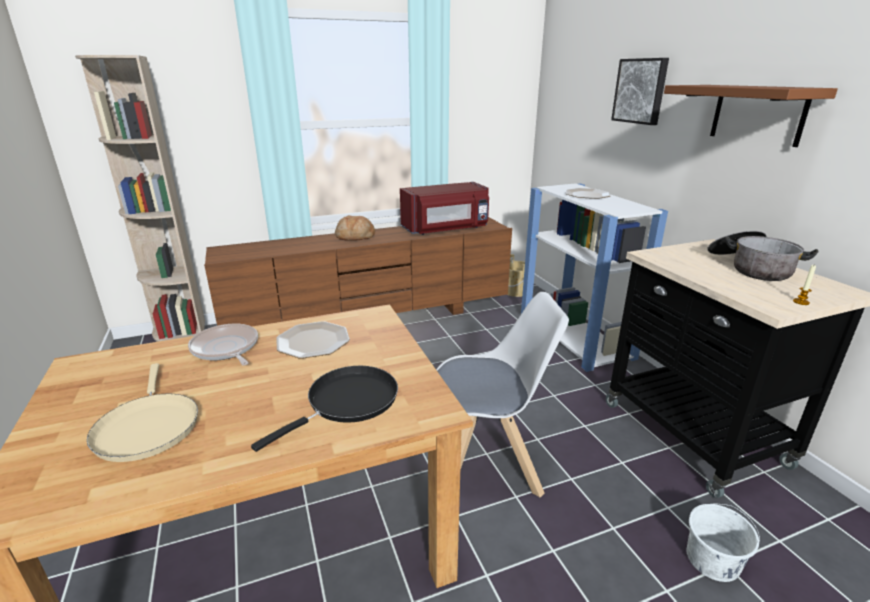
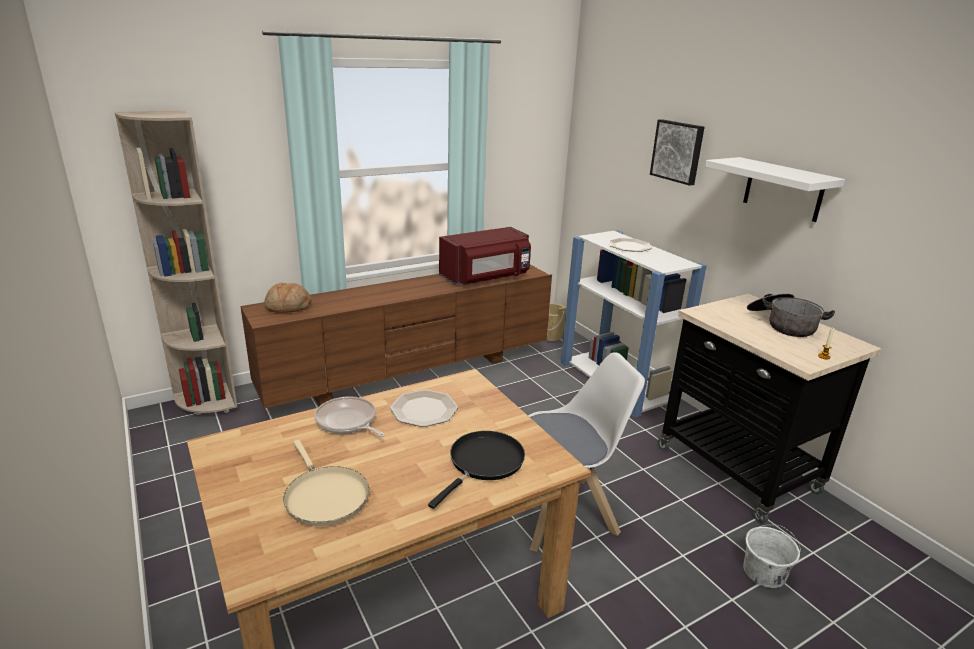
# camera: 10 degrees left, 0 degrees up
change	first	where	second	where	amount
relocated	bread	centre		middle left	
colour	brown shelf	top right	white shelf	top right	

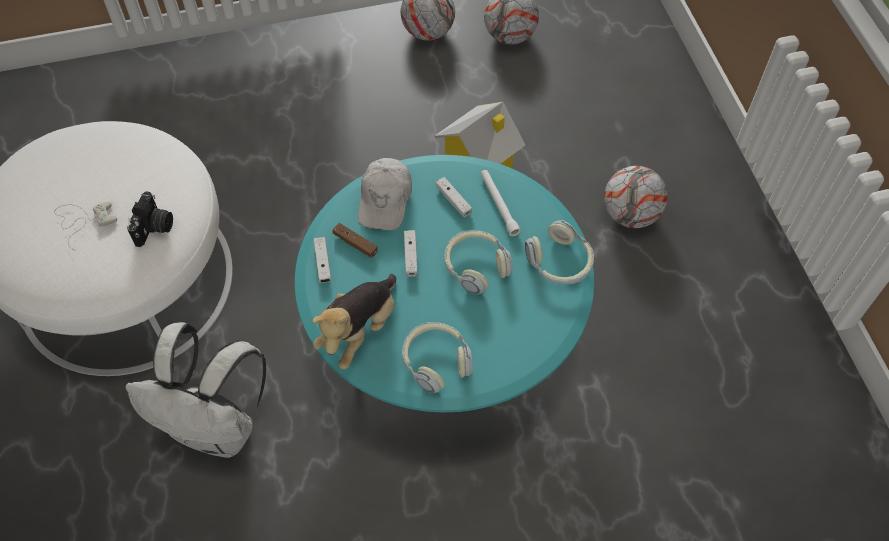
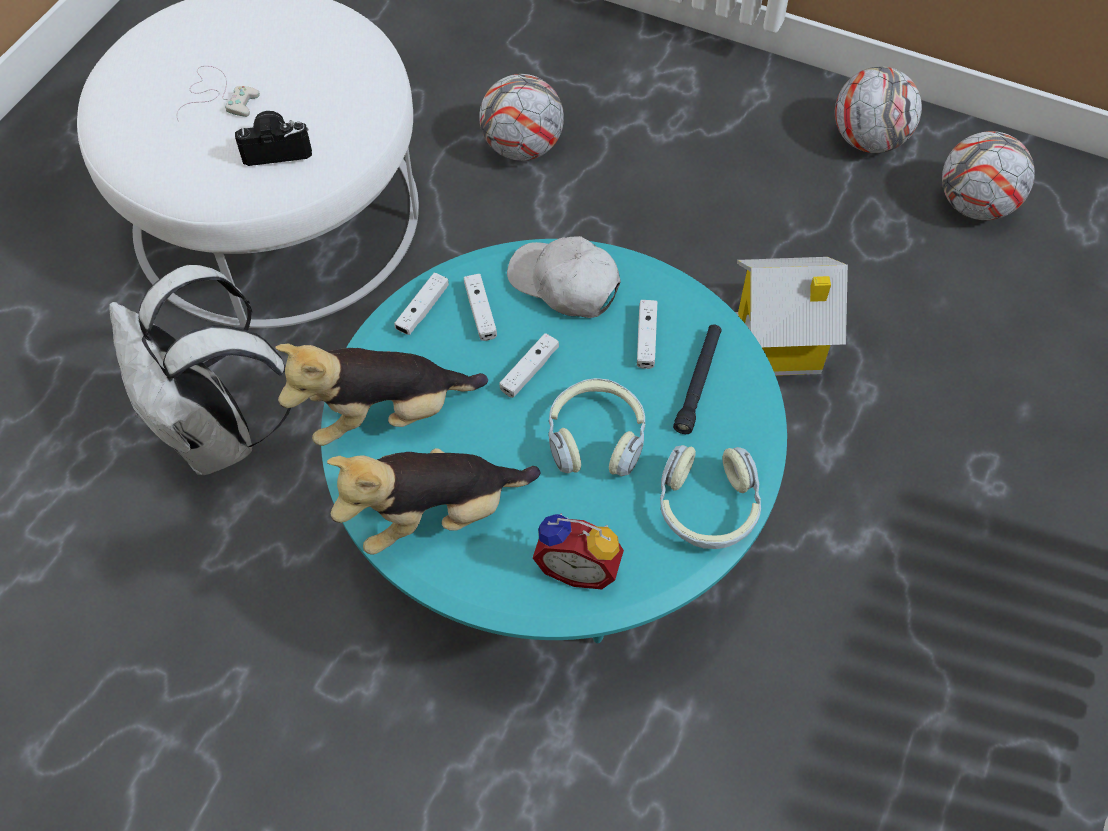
# camera: 40 degrees right, 0 degrees up
change	first	where	second	where	amount
spun	photo camera	middle left		top left	150 degrees counterclockwise
exchanged	headphones (no. 1 from left)	centre	plush toy (no. 2 from left)	centre	
colour	brown game controller	centre	white game controller (no. 3 from left)	centre	
relocated	football (no. 3 from left in the first image)	middle right	football (no. 1 from left)	top centre	
spun	white cap	centre		centre	75 degrees clockwise
appeared			alarm clock	centre	
colour	white flashlight	centre	black flashlight	centre	

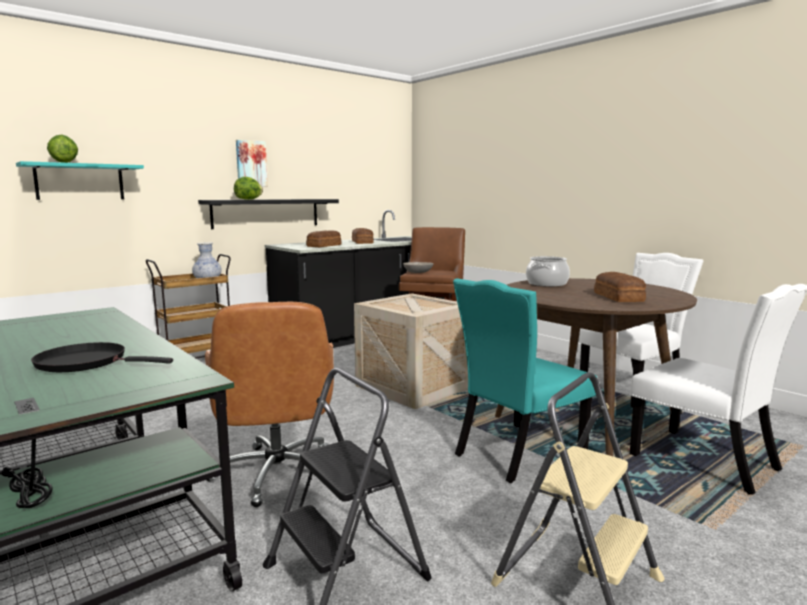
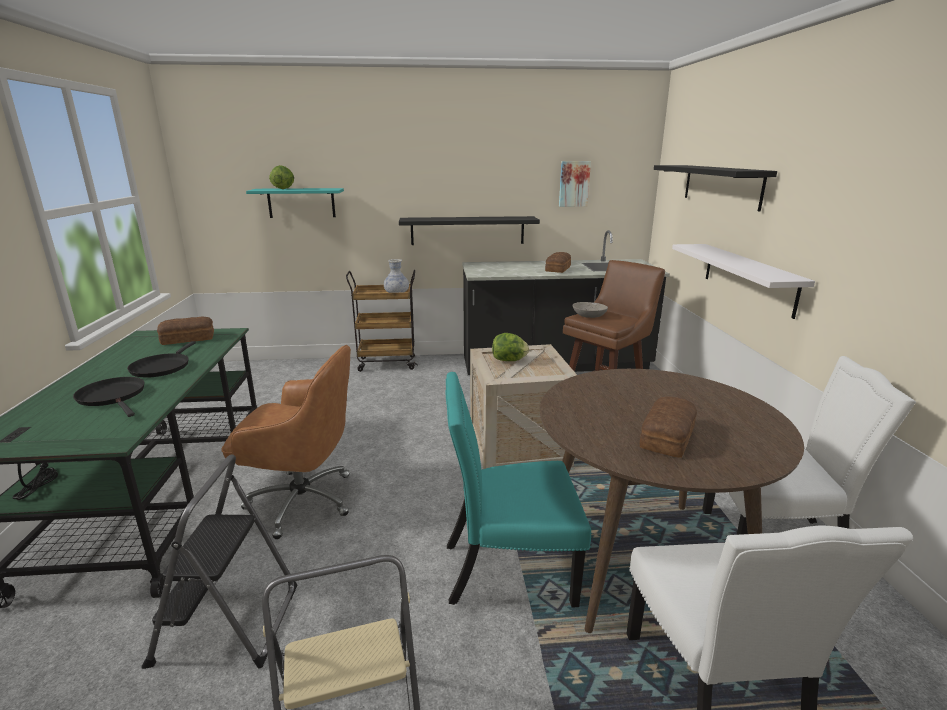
# camera: 35 degrees right, 10 degrees up
change	first	where	second	where	amount
appeared			black frying pan (no. 2 from left)	middle left	
relocated	bread (no. 1 from left)	centre		middle left	
spun	brown office chair	bottom centre		middle left	105 degrees counterclockwise
relocated	lettuce (no. 2 from left)	top left		centre	
relocated	picture	top left		top centre	
appeared			black shelf (no. 2 from left)	top right	
appeared			white shelf	middle right	
missing	cooking pot	middle right			

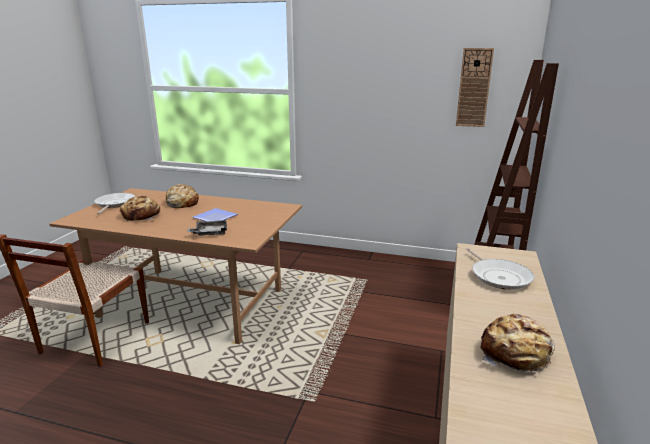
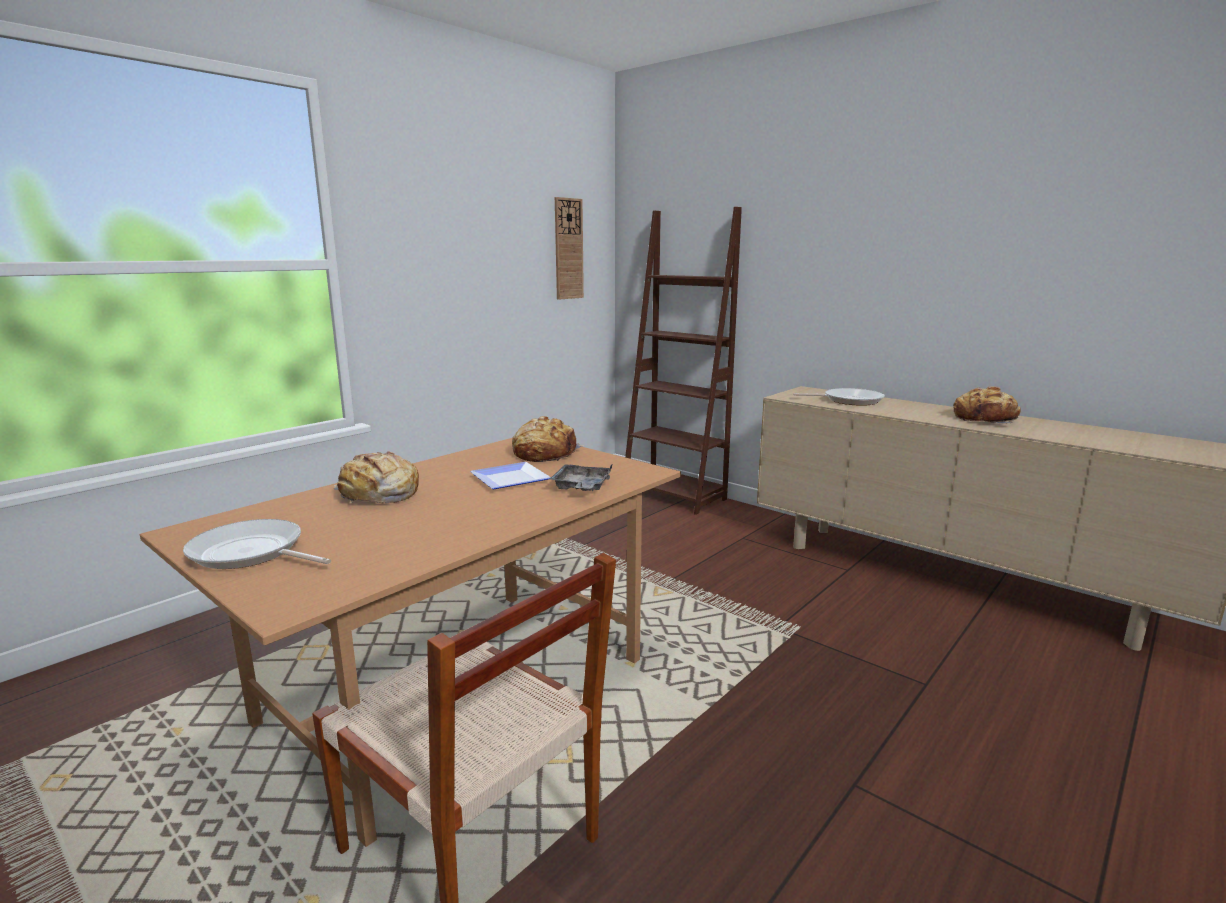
# camera: 65 degrees left, 5 degrees down
change	first	where	second	where	amount
relocated	bread (no. 1 from left in the first image)	middle left	bread (no. 2 from left)	centre	

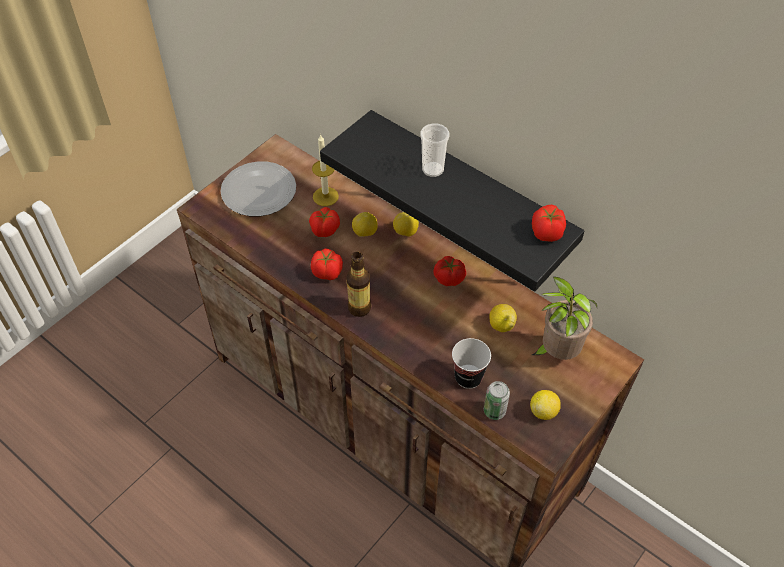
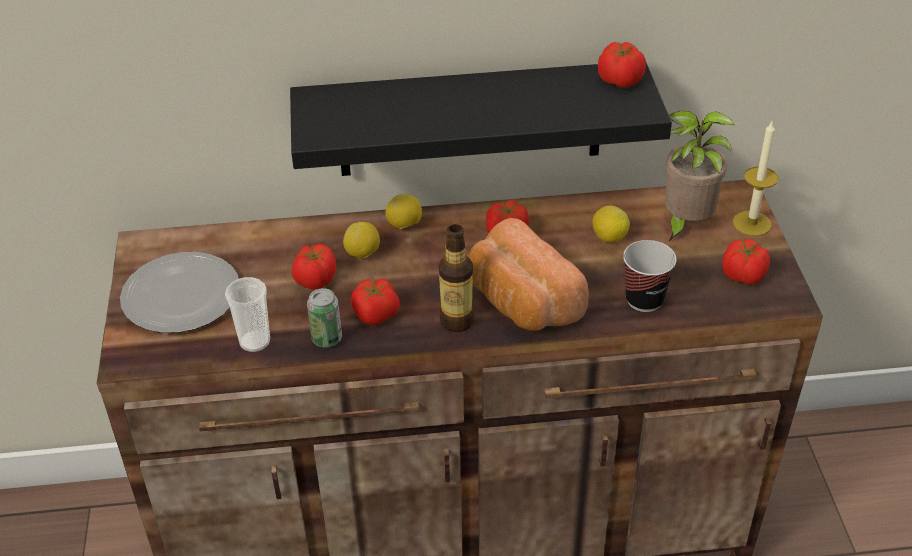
# camera: 45 degrees left, 10 degrees down
change	first	where	second	where	amount
relocated	cup (no. 1 from left)	top centre		middle left	
relocated	can	bottom centre		centre	
appeared			bread	centre	
exchanged	lemon (no. 4 from left)	bottom right	tomato (no. 5 from left)	middle right	
relocated	candle	top centre		top right	

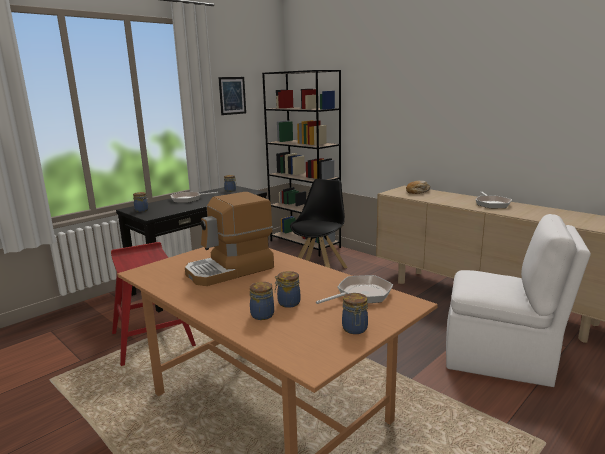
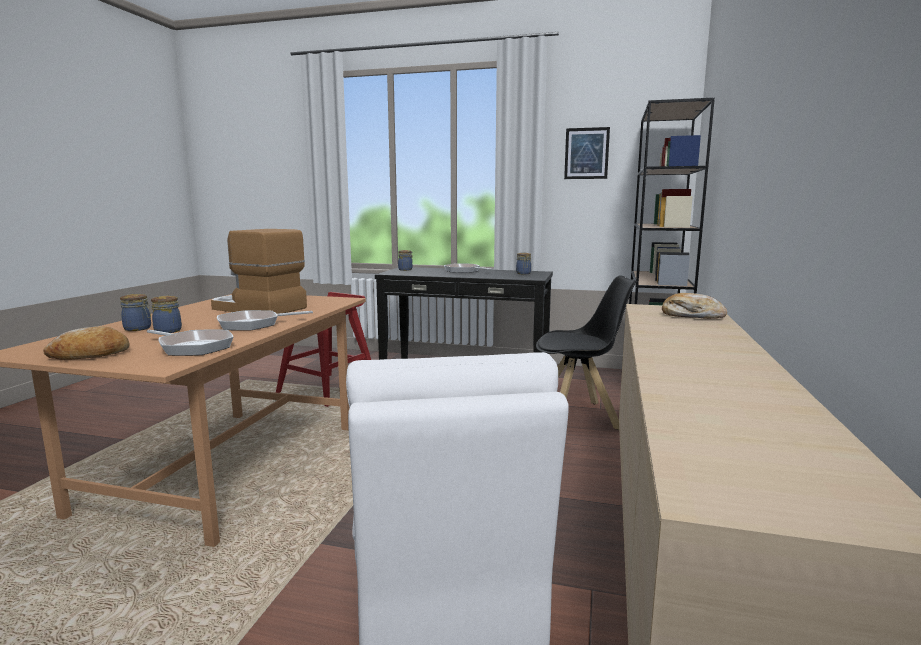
# camera: 60 degrees right, 5 degrees down
change	first	where	second	where	amount
exchanged	jar (no. 5 from left)	bottom centre	bread (no. 1 from left)	middle left	
relocated	frying pan (no. 3 from left in the first image)	middle right	frying pan (no. 2 from left)	middle left	

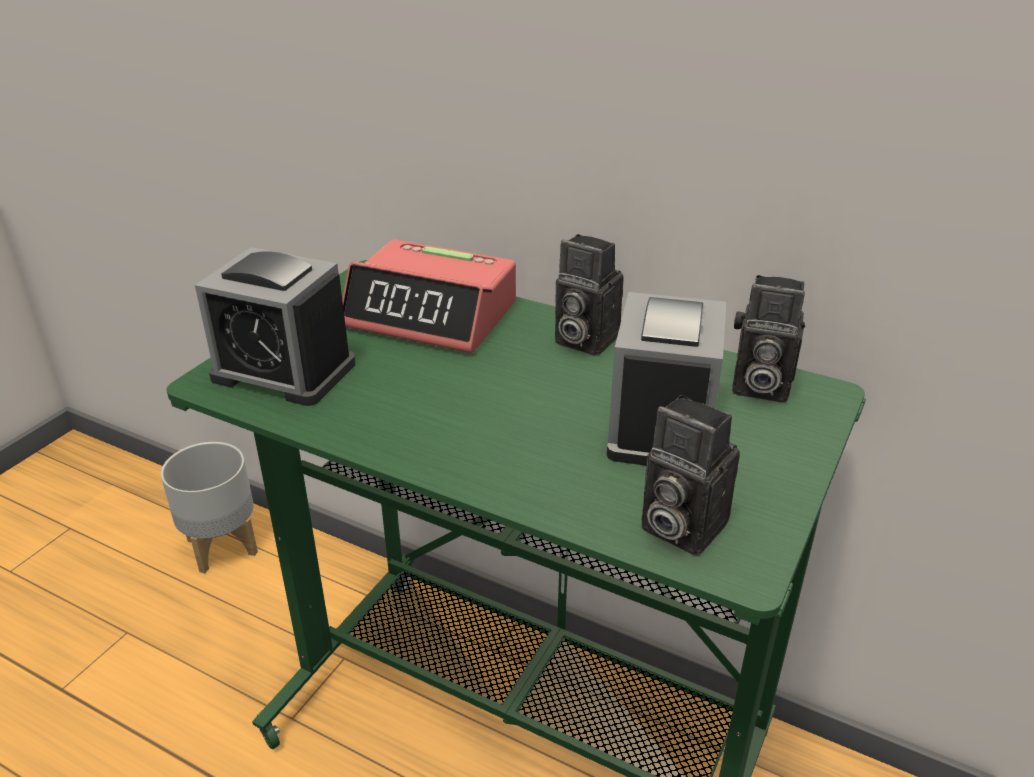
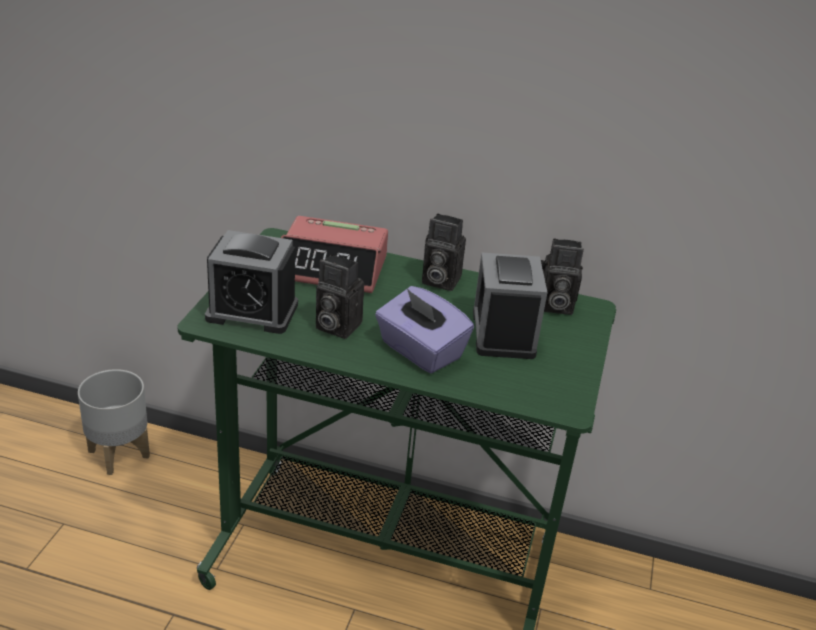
# camera: 15 degrees left, 0 degrees up
change	first	where	second	where	amount
relocated	photo camera (no. 2 from left in the first image)	middle right	photo camera (no. 1 from left)	centre	
appeared			purple tissue box	centre	

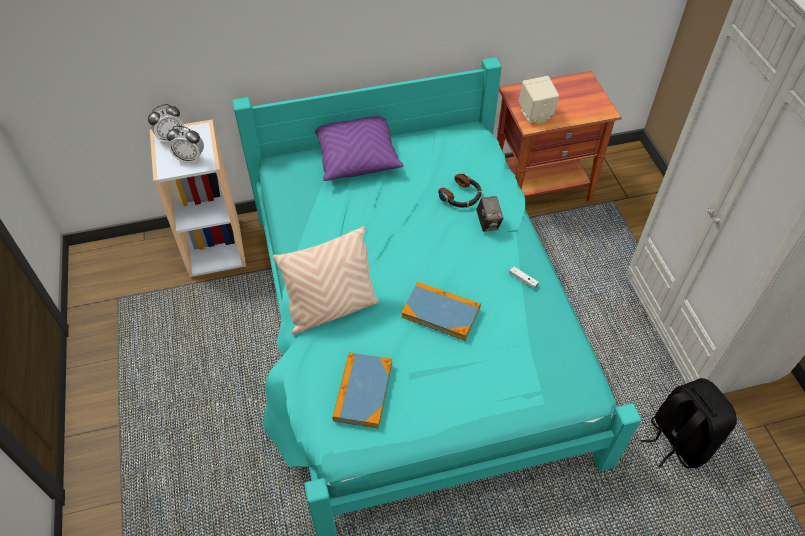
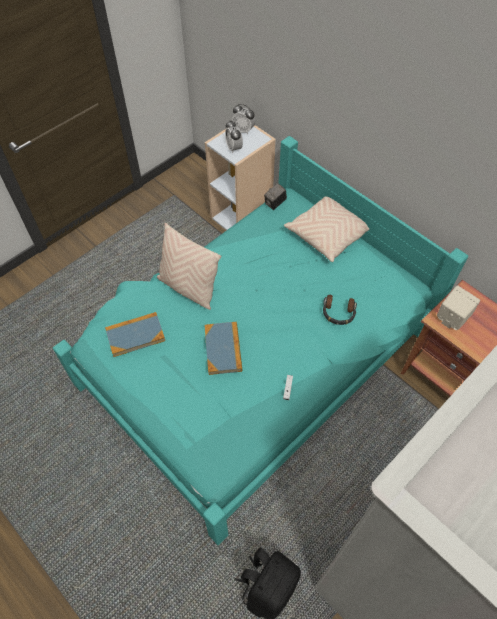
# camera: 60 degrees right, 5 degrees up
change	first	where	second	where	amount
relocated	photo camera	centre		top centre	
colour	purple pillow	top centre	beige pillow (no. 2 from left)	centre	

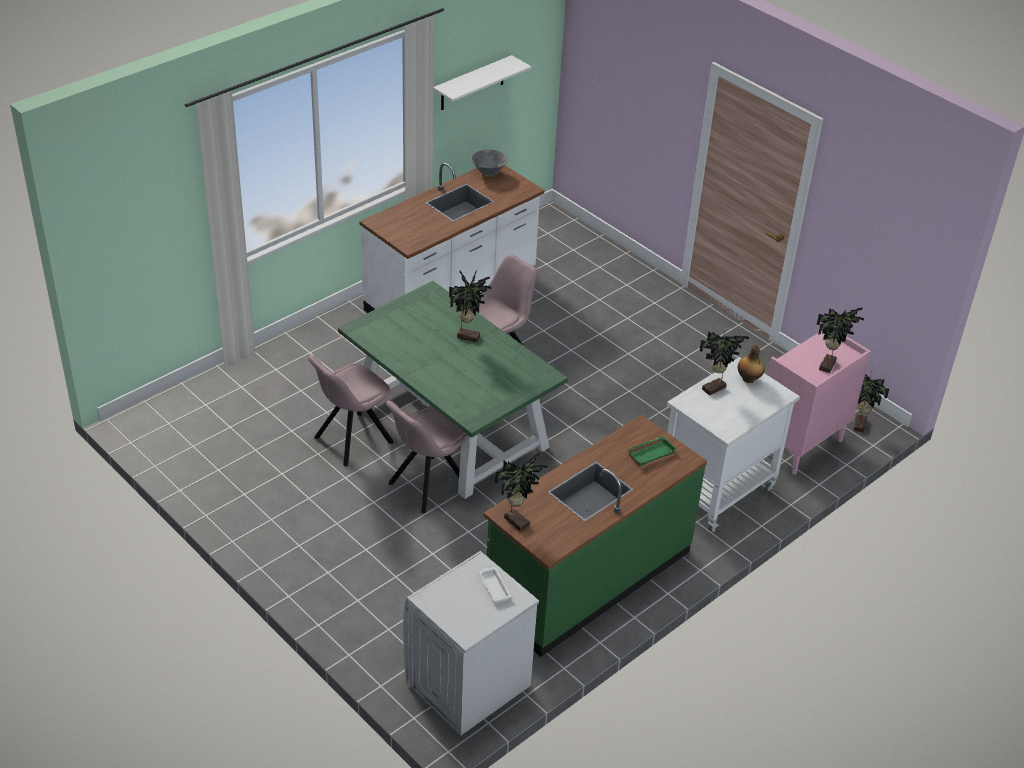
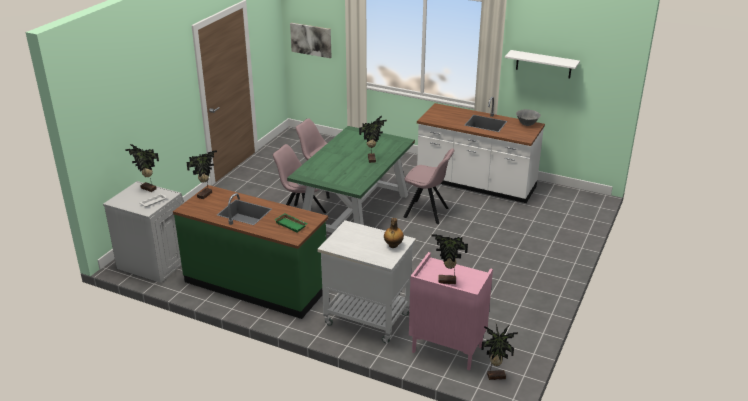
# camera: 70 degrees right, 10 degrees down
change	first	where	second	where	amount
relocated	potted plant (no. 3 from left in the first image)	middle right	potted plant (no. 1 from left)	middle left	
appeared			picture	top centre	

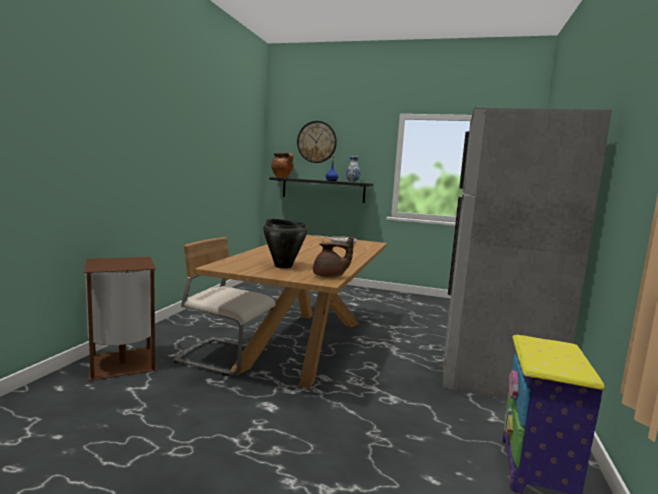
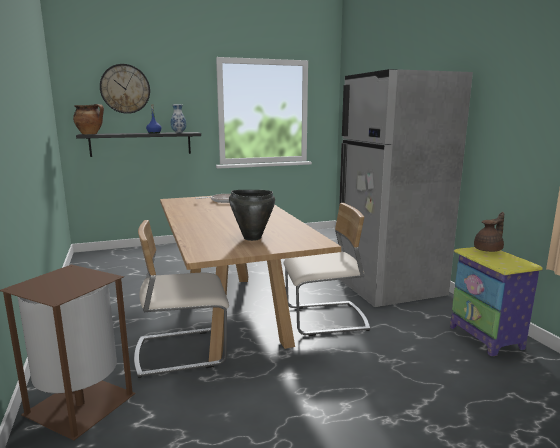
# camera: 35 degrees left, 5 degrees up
change	first	where	second	where	amount
appeared			beige chair (no. 2 from left)	centre	
relocated	brown teapot	centre		middle right	

